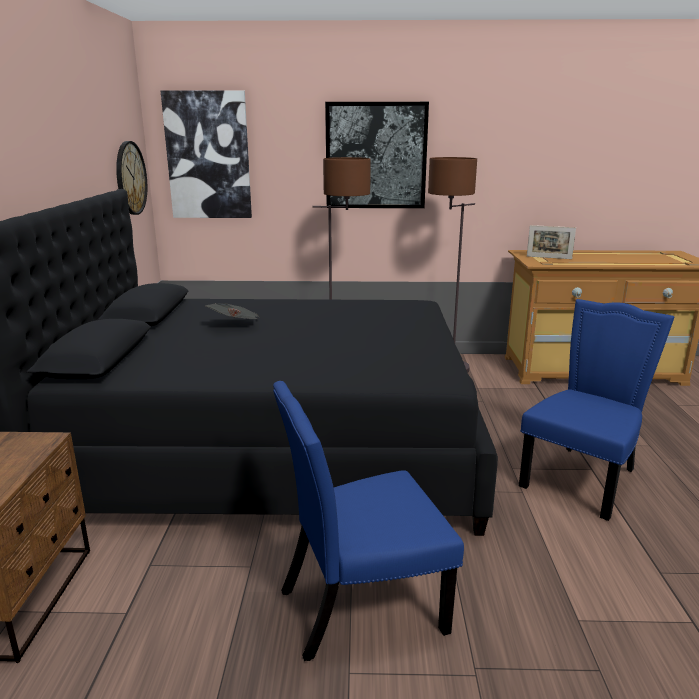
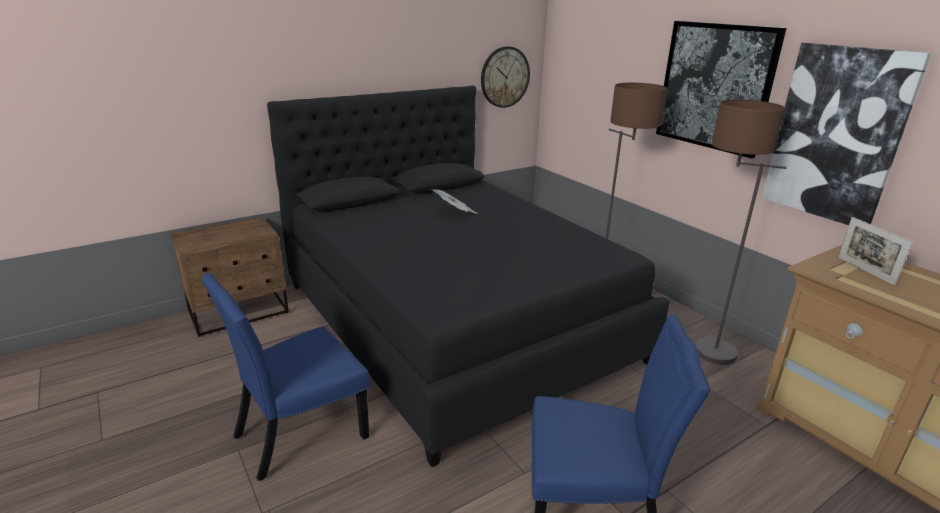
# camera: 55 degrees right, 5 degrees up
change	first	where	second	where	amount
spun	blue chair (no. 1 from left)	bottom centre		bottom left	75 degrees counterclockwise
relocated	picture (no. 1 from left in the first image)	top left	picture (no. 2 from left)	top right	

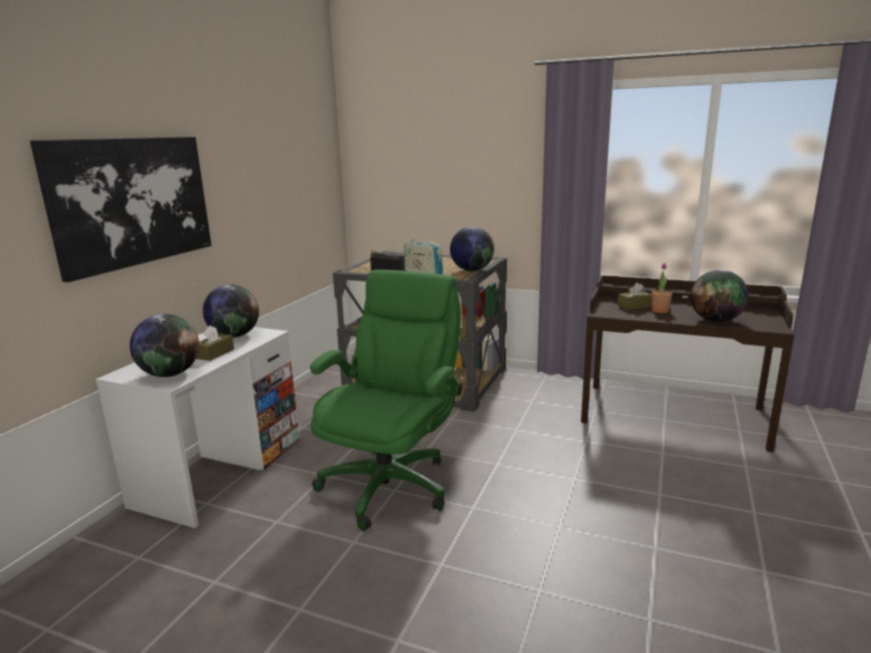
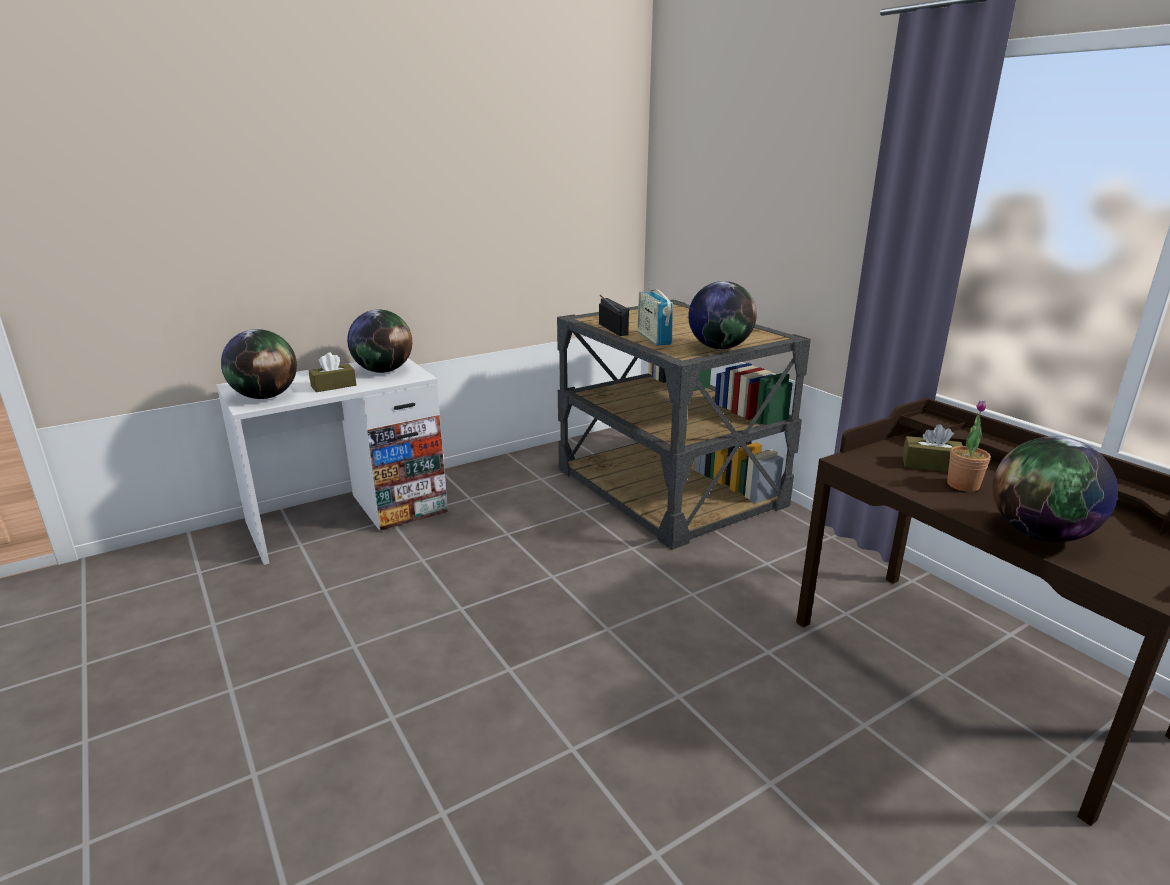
# camera: 35 degrees right, 5 degrees up
change	first	where	second	where	amount
missing	picture	top left			
missing	green office chair	centre			

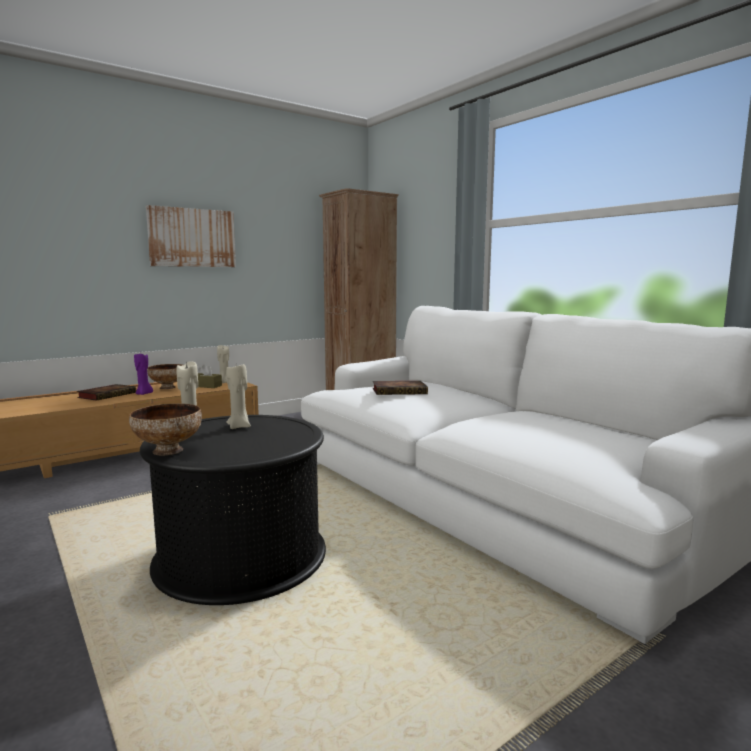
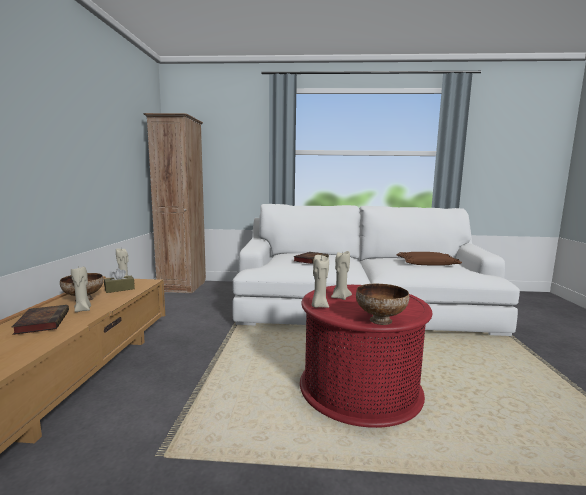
# camera: 50 degrees left, 0 degrees up
change	first	where	second	where	amount
colour	purple candle	middle left	beige candle (no. 1 from left)	middle left	
colour	black coffee table	bottom left	red coffee table	bottom centre	
appeared			brown pillow	middle right	
missing	picture	top left			

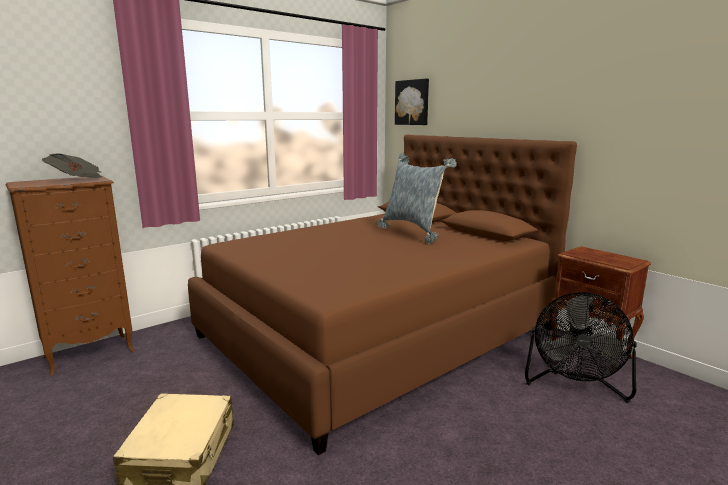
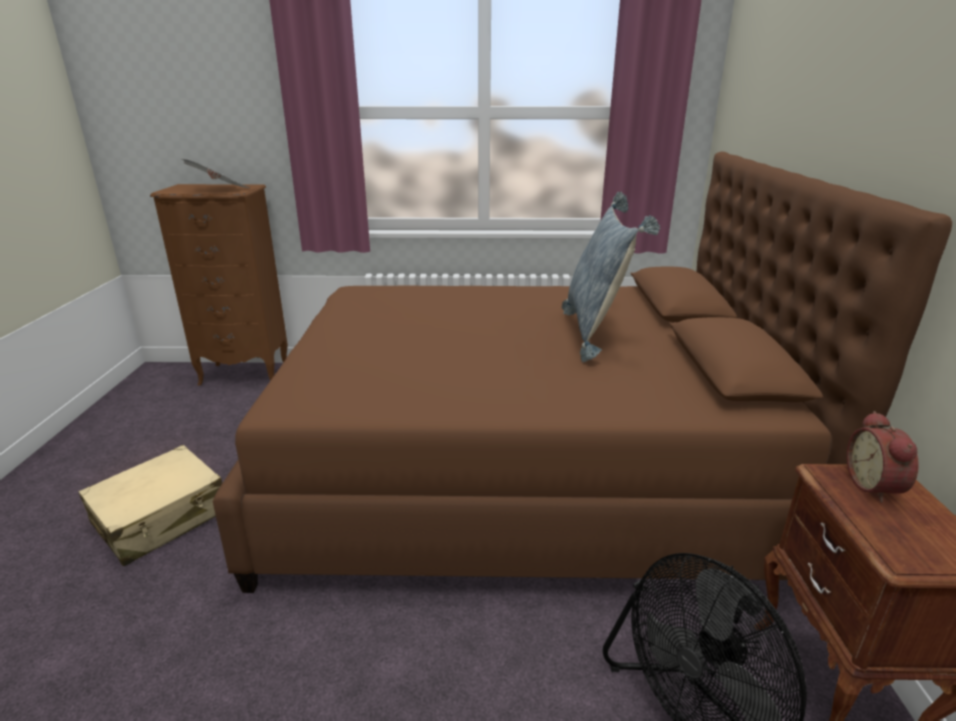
# camera: 40 degrees right, 10 degrees up
change	first	where	second	where	amount
appeared			alarm clock	middle right	
missing	picture	top centre			

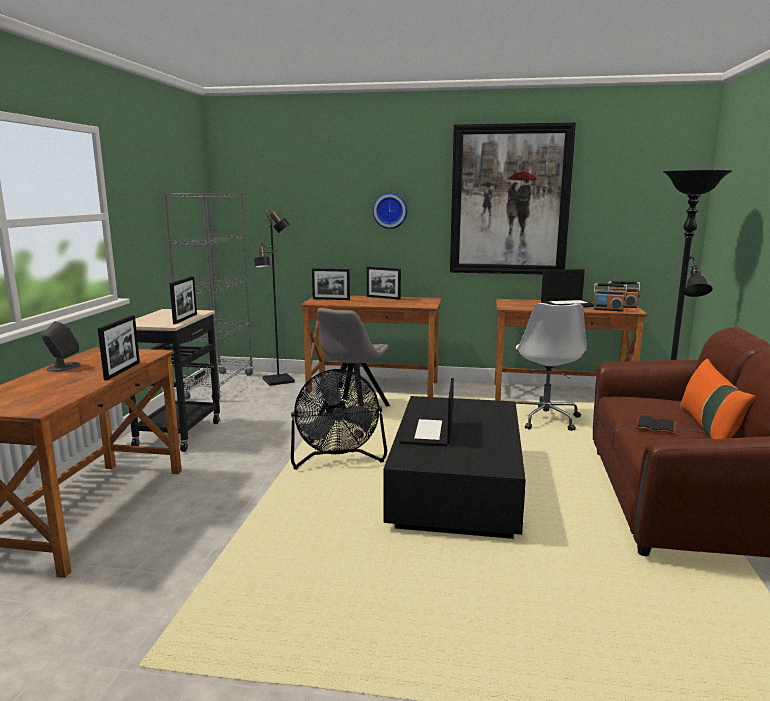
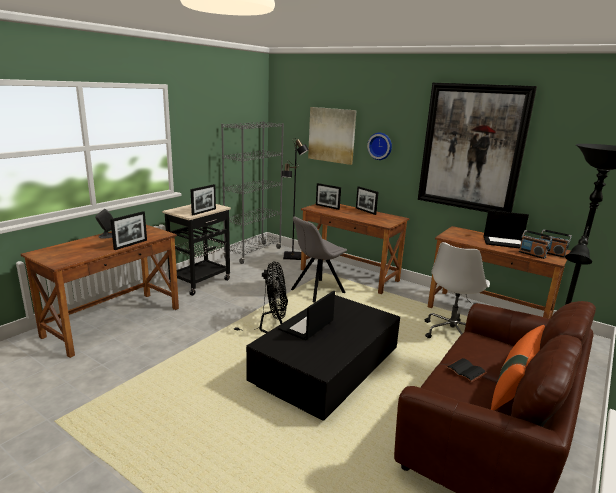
# camera: 25 degrees right, 5 degrees up
change	first	where	second	where	amount
spun	black fan	centre		centre	105 degrees counterclockwise
appeared			picture (no. 1 from left)	top centre	

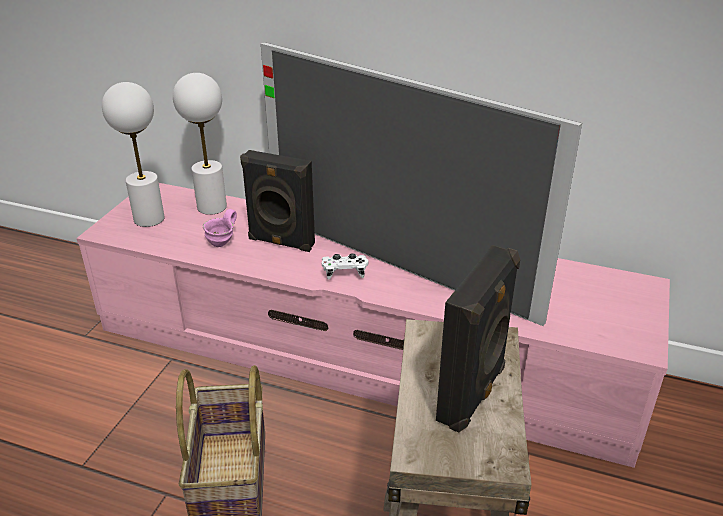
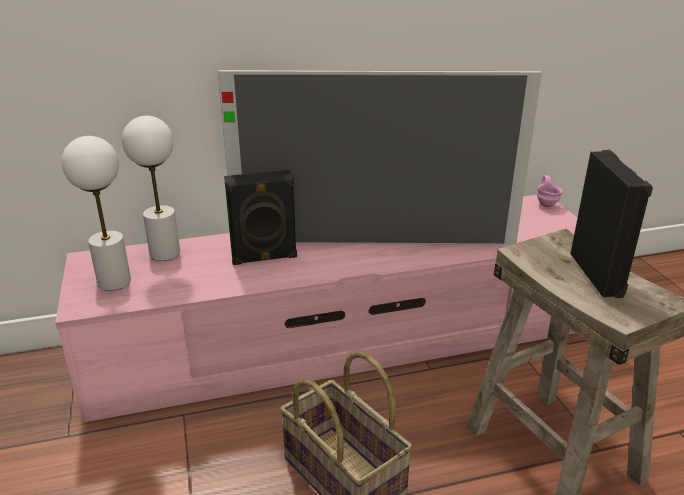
# camera: 35 degrees left, 5 degrees down
change	first	where	second	where	amount
relocated	pink mug	middle left		middle right	
missing	white game controller	centre			

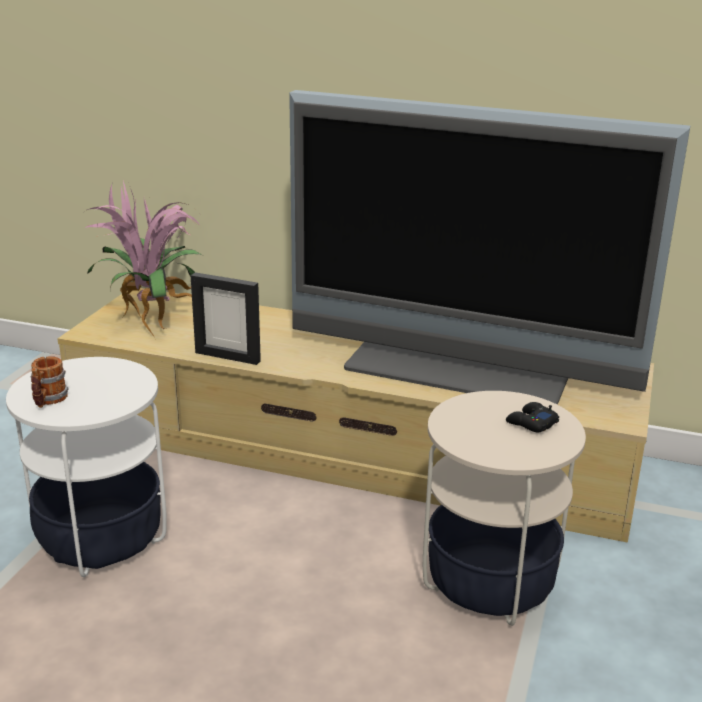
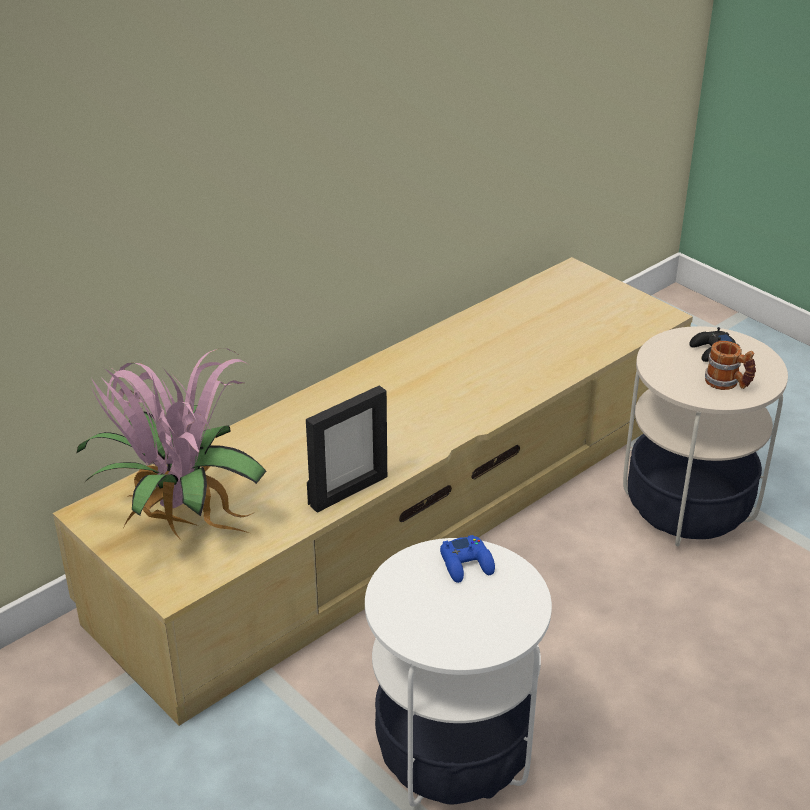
# camera: 60 degrees left, 10 degrees up
change	first	where	second	where	amount
appeared			blue game controller	bottom centre	
relocated	mug	middle left		middle right	
missing	television	middle right			

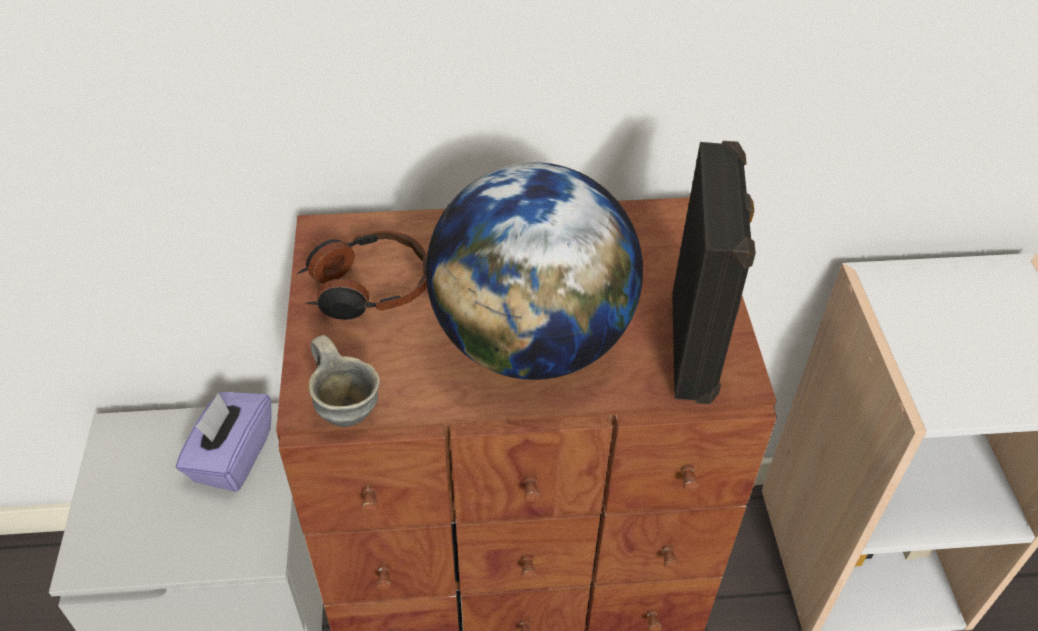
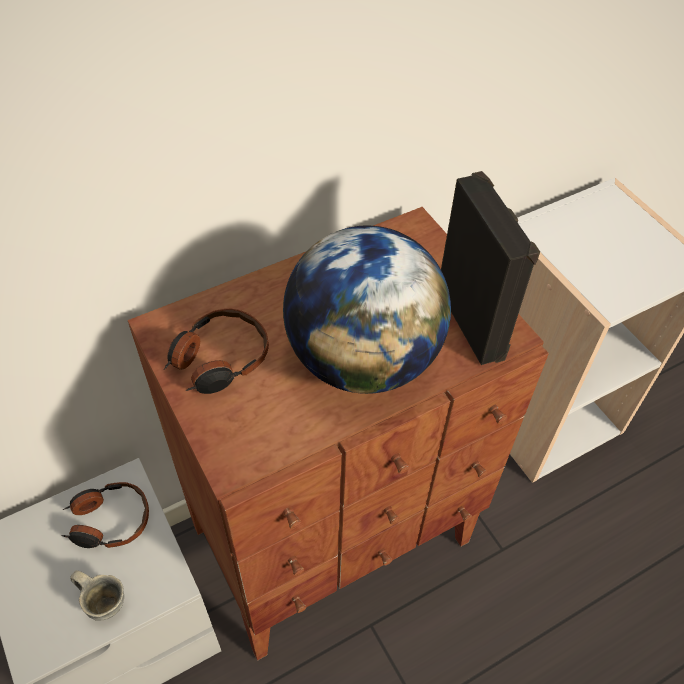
# camera: 25 degrees left, 5 degrees up
change	first	where	second	where	amount
exchanged	purple tissue box	bottom left	headphones (no. 1 from left)	bottom left	
relocated	grey mug	middle left		bottom left	

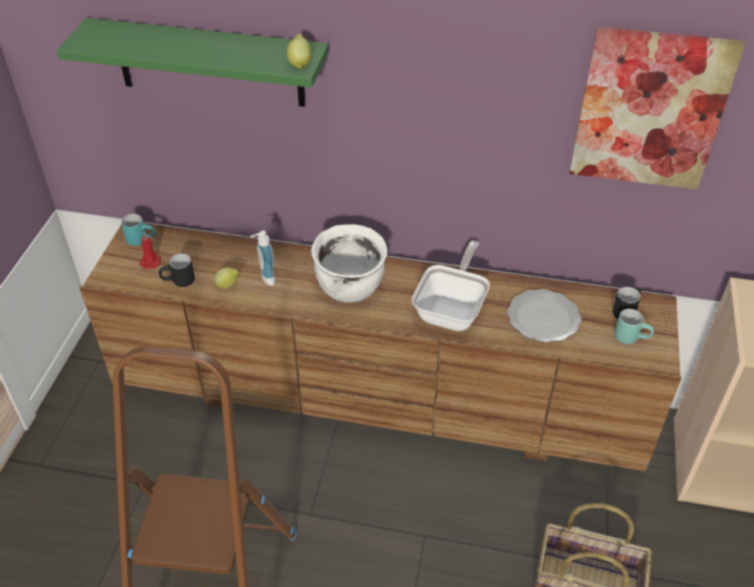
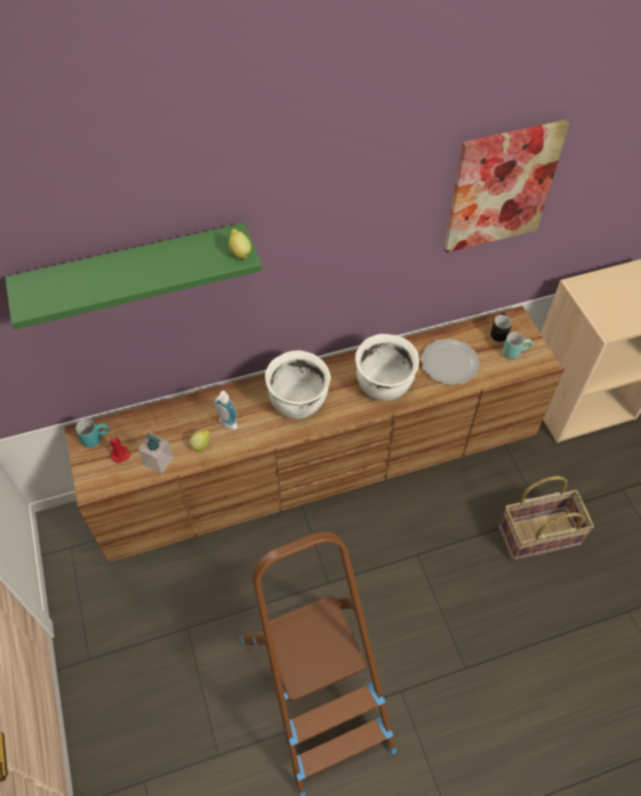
# camera: 30 degrees left, 10 degrees up
change	first	where	second	where	amount
exchanged	black mug (no. 1 from left)	middle left	soap dispenser (no. 1 from left)	middle left	
exchanged	frying pan	centre	white cooking pot (no. 2 from left)	centre	

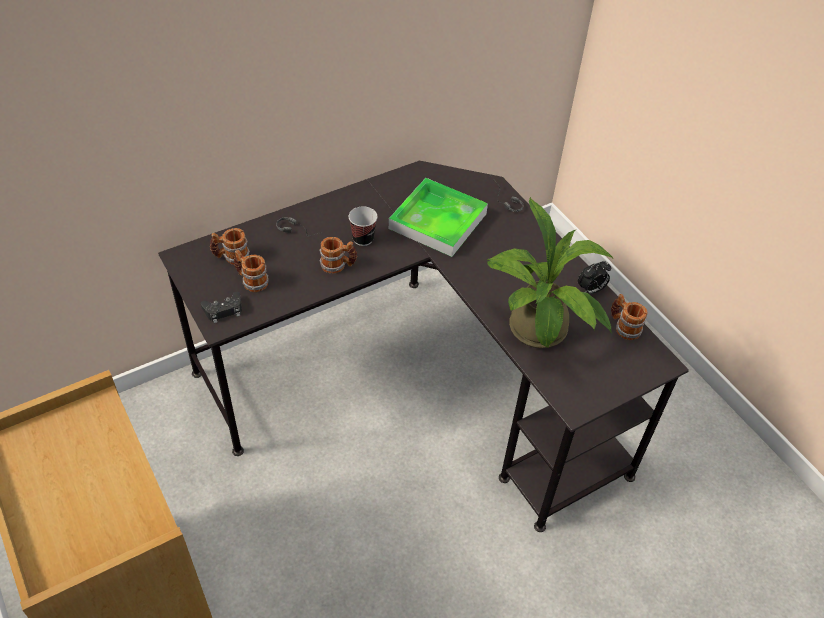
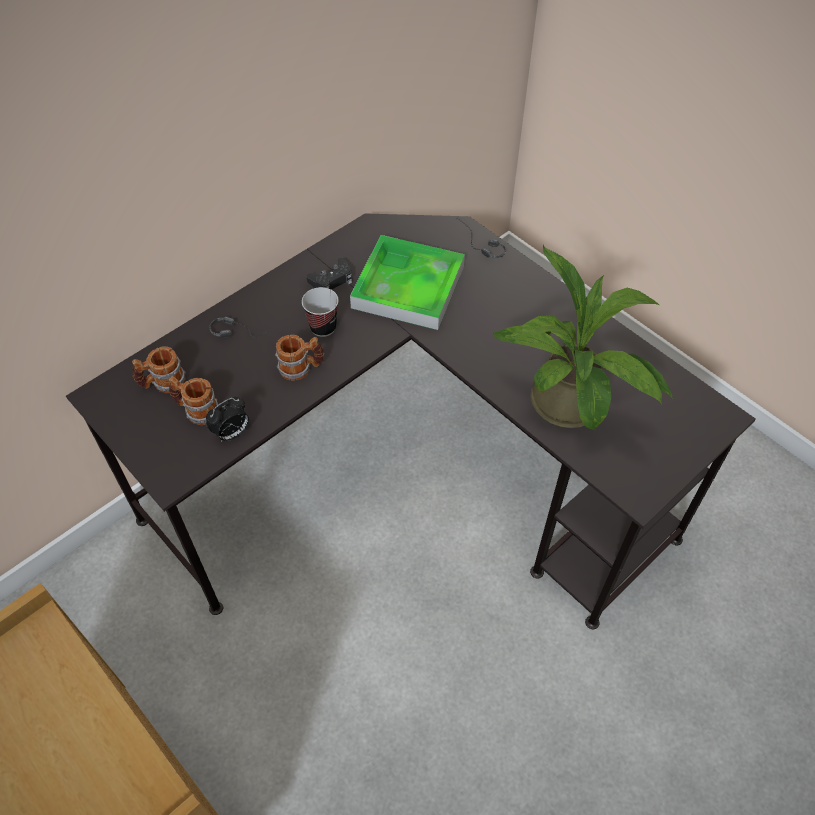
# camera: 10 degrees left, 5 degrees up
change	first	where	second	where	amount
relocated	alarm clock	middle right		middle left	
relocated	black game controller	middle left		centre	
missing	mug (no. 4 from left)	middle right			

